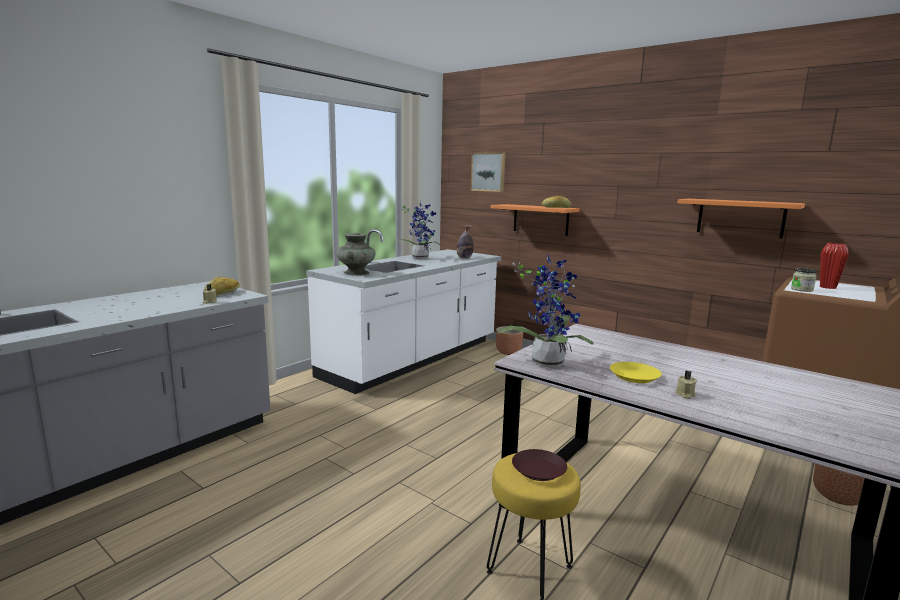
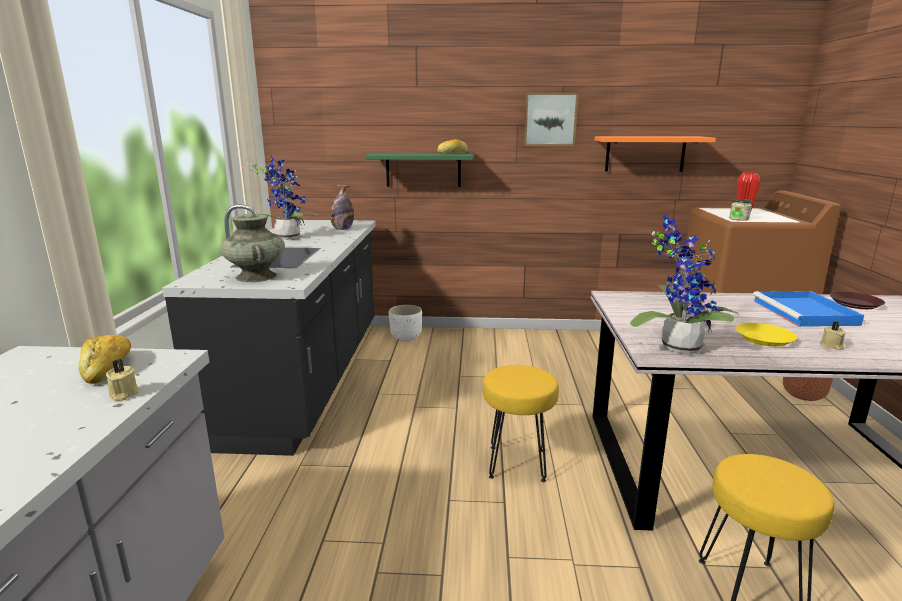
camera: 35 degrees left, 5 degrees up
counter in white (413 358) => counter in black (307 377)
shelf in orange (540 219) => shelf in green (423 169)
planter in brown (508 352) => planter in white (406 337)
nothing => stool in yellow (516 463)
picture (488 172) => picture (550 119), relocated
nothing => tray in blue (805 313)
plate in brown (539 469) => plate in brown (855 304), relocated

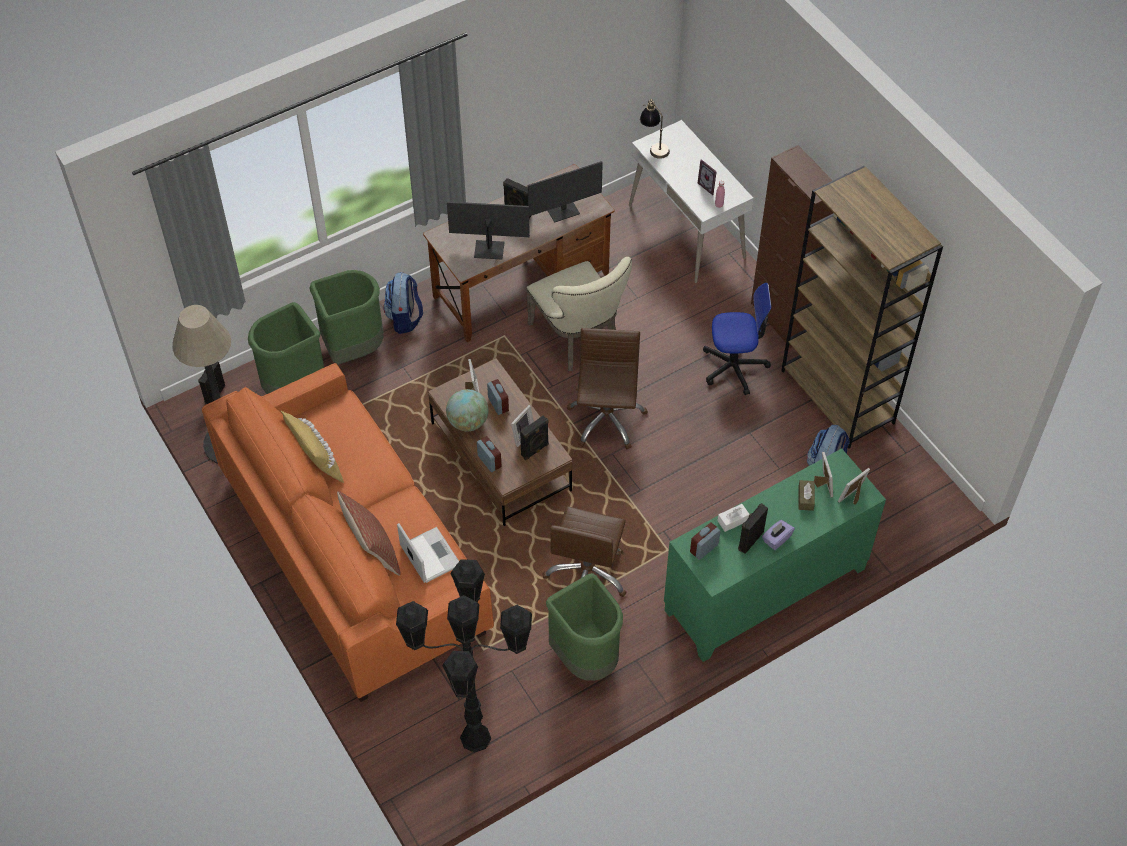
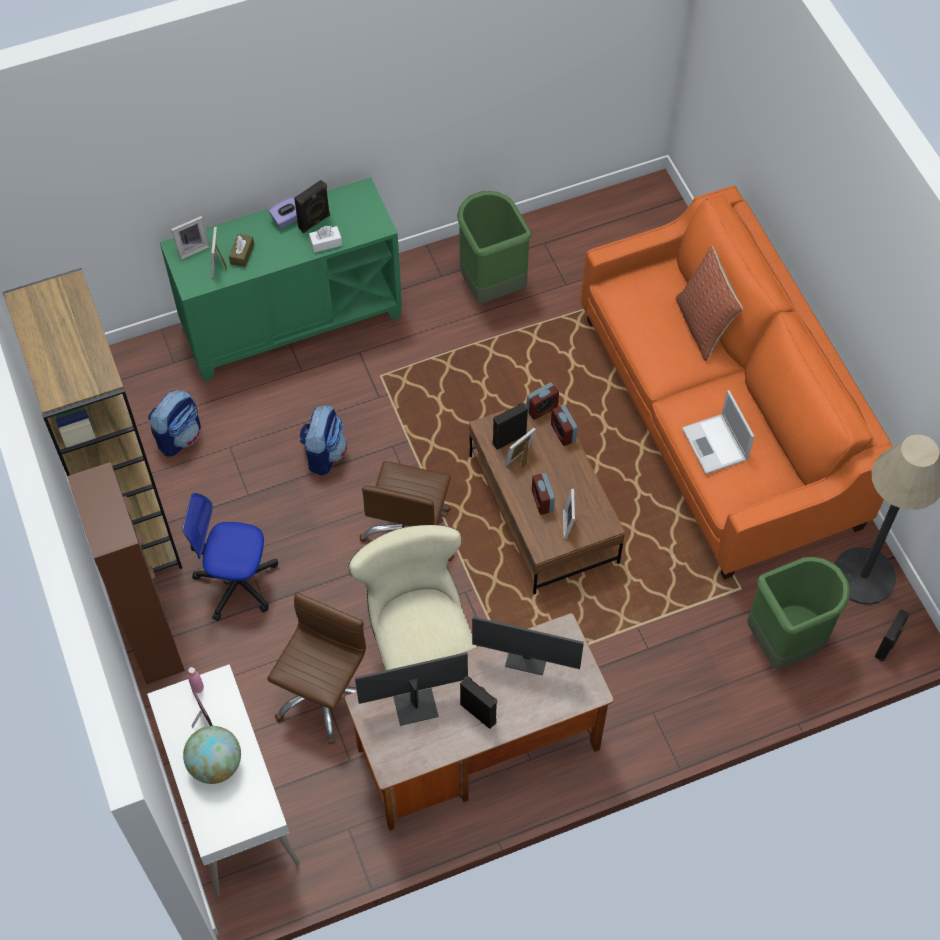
camera: 170 degrees left, 5 degrees up
globe (468 422) => globe (216 764), relocated
office chair in brown (587 575) => office chair in brown (323 695), relocated
backpack (405 318) => backpack (324 453), relocated
alarm clock (704 548) => alarm clock (542 409), relocated
laptop (429 554) => laptop (715 445), relocated
pillow in yellow (316 464) => nothing
trash can in green (353 349) => nothing
floor lamp in black (475 738) => nothing
table lamp (654 146) => nothing

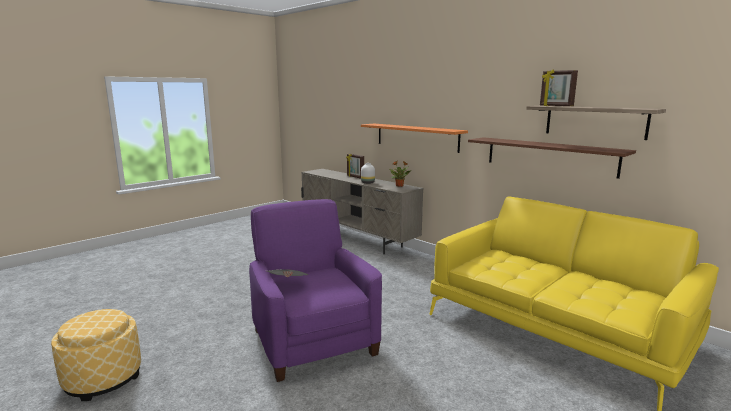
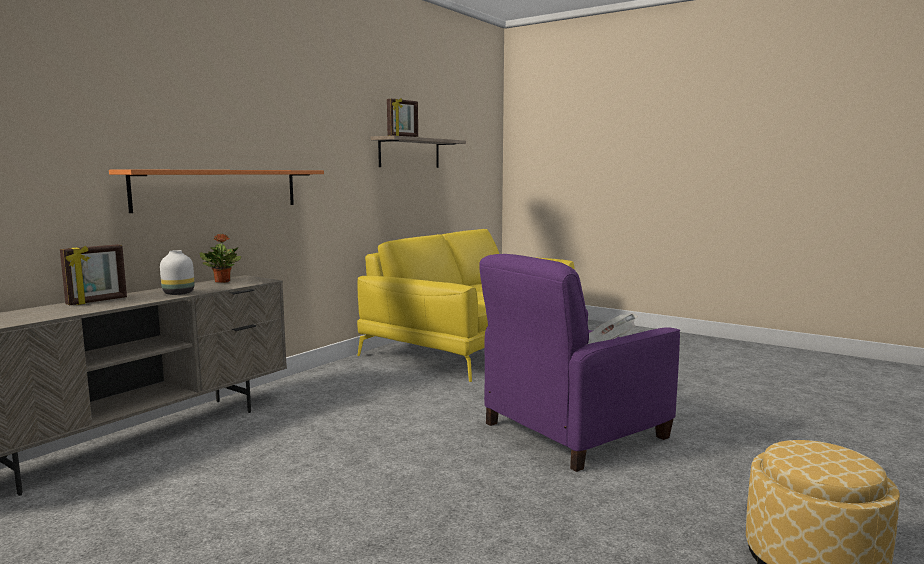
camera: 100 degrees left, 5 degrees down
shelf in brown (549 156) => nothing

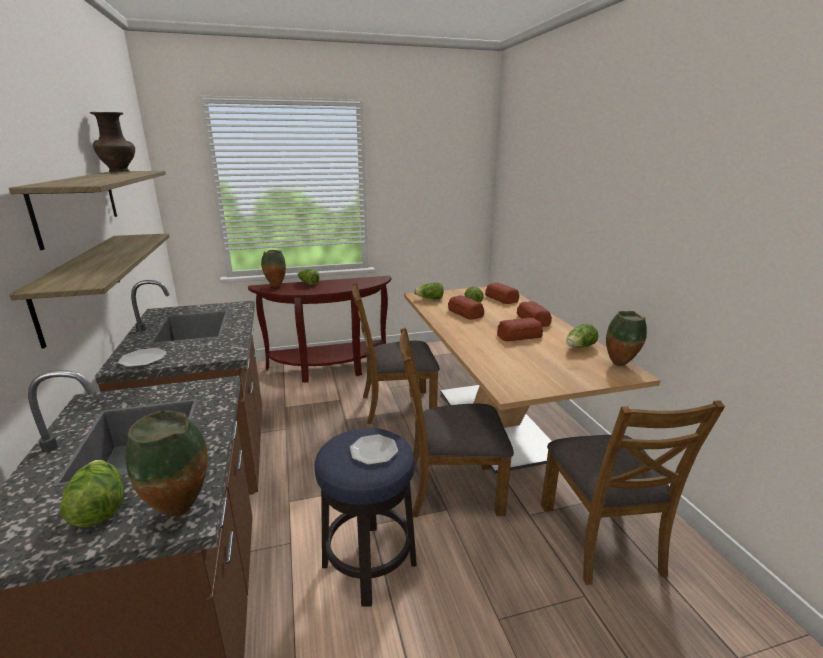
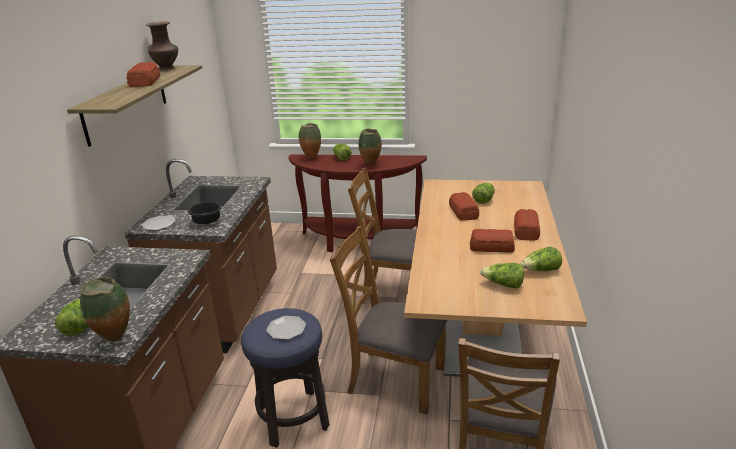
camera: 25 degrees right, 5 degrees up
bread (501 298) => bread (145 82), relocated
nothing => bowl in black (206 222)
vase (620 365) => vase (371 165), relocated
lettuce (430 299) => lettuce (503 285), relocated
shelf (80 283) => nothing

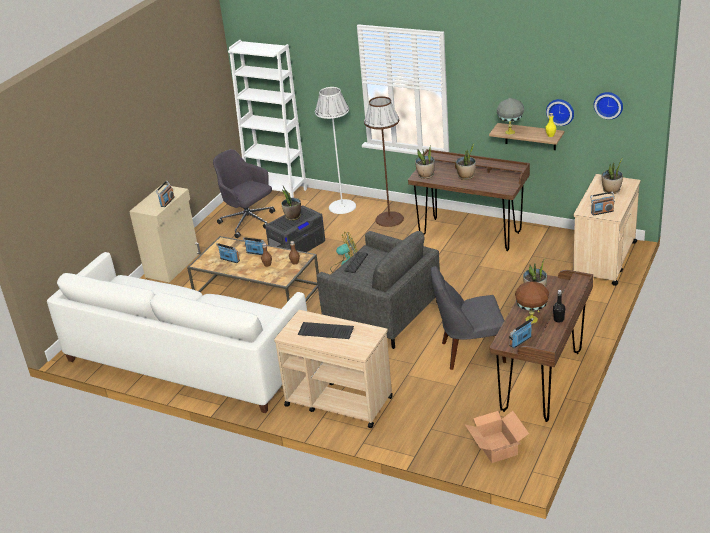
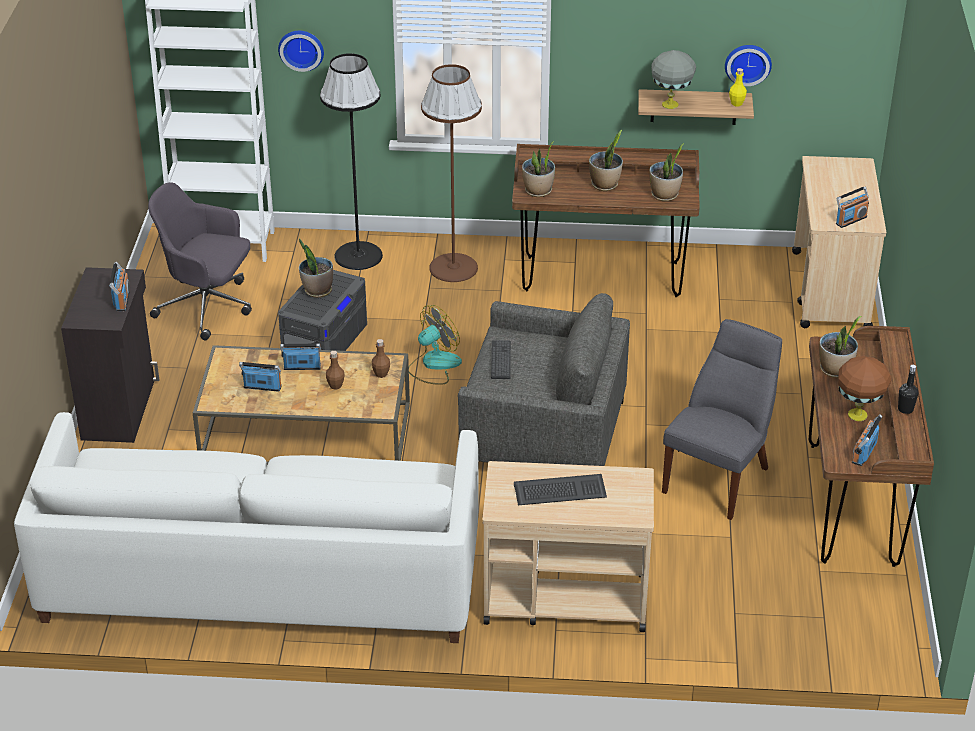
camera: 25 degrees left, 5 degrees up
cabinet in beige (173 265) => cabinet in black (120 409)
wall clock (608 104) => wall clock (301 49), relocated
floor lamp in white (342 206) => floor lamp in black (358 255)
potted plant (611 191) => potted plant (664 195), relocated
chair in grey (469 352) => chair in grey (719 477), 150 degrees clockwise
cardboard box (496 447) => nothing

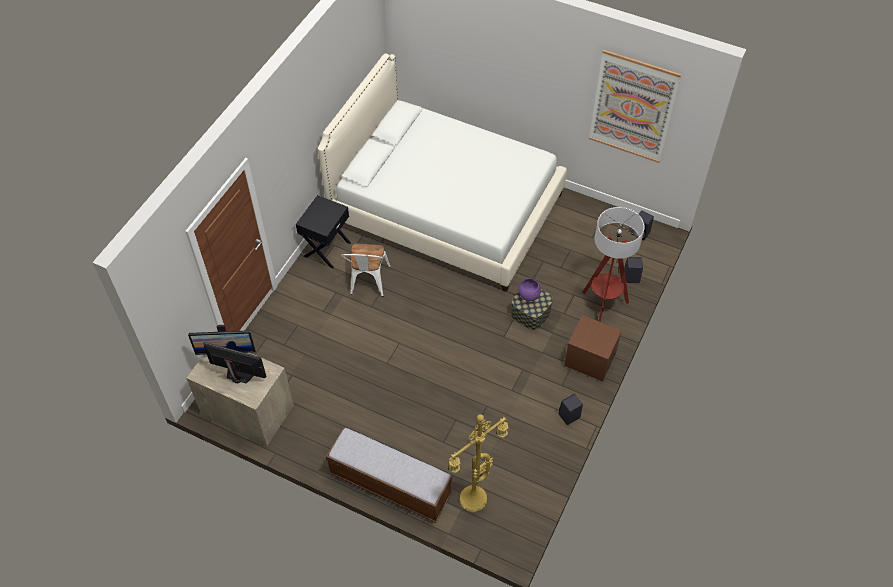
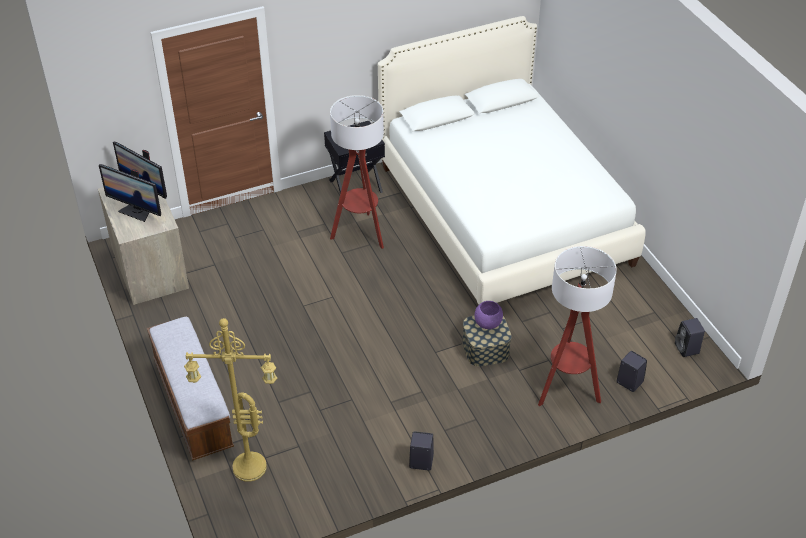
camera: 40 degrees right, 10 degrees down
monitor (238 376) => monitor (136 211), 150 degrees clockwise
chair in white (368 283) => floor lamp (360 233)
nightstand in brown (590 360) => nothing
picture (632 107) => nothing

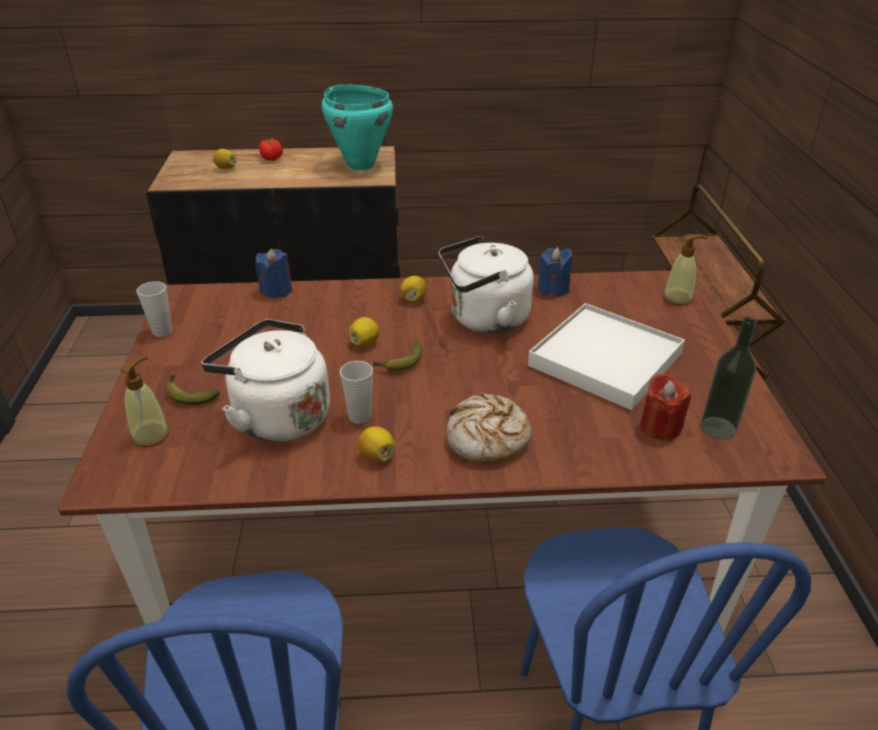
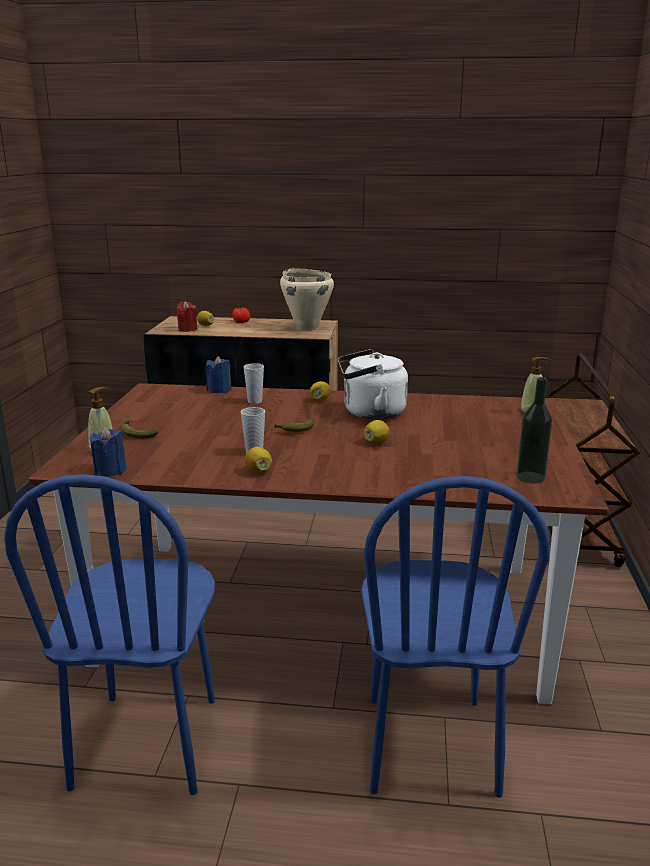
camera: 10 degrees right, 15 degrees down
candle in blue (553 289) => candle in blue (110 470), relocated
candle in red (660 427) => candle in red (187 329), relocated
cup (162 331) => cup (254 401), relocated
cooking pot in turquoise (360 165) => cooking pot in beige (307 328)
lemon (365 343) => lemon (376 442), relocated
kettle in white (276 416) => nothing
bread (487 439) => nothing
tray in white (605 359) => nothing

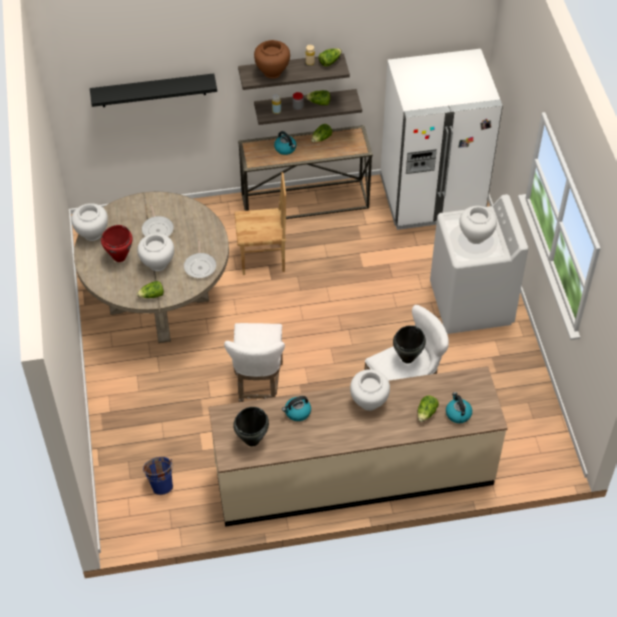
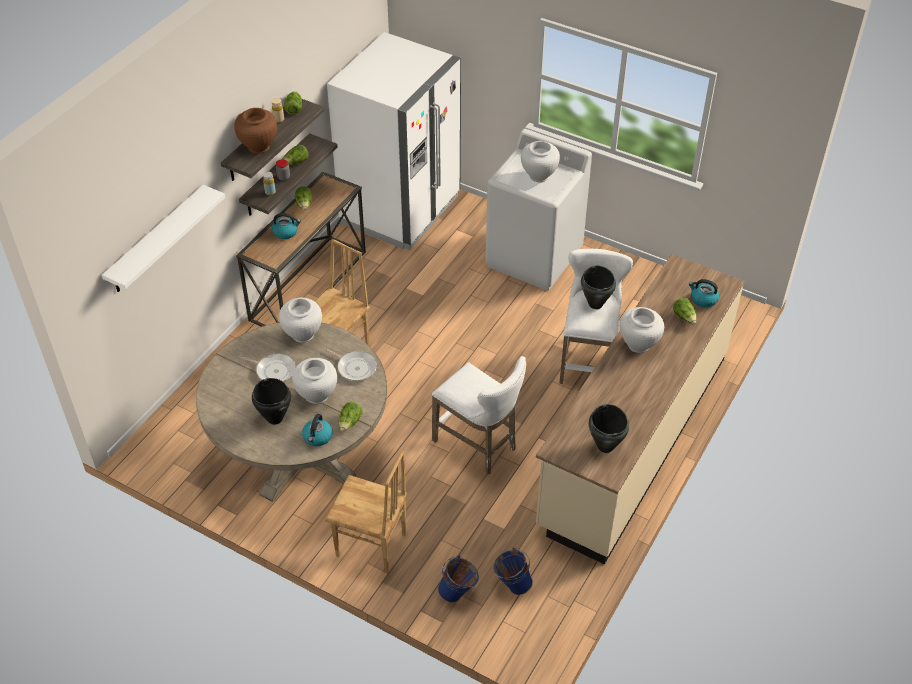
camera: 50 degrees left, 5 degrees down
shelf in black (153 90) => shelf in white (157 240)
cooking pot in red (119 257) => cooking pot in black (274 419)
vase in white (92 234) => vase in white (302 335), relocated
kettle (297 412) => kettle (317 437), relocated
nothing => chair in brown (371 546)
nothing => bucket in blue (458 593)

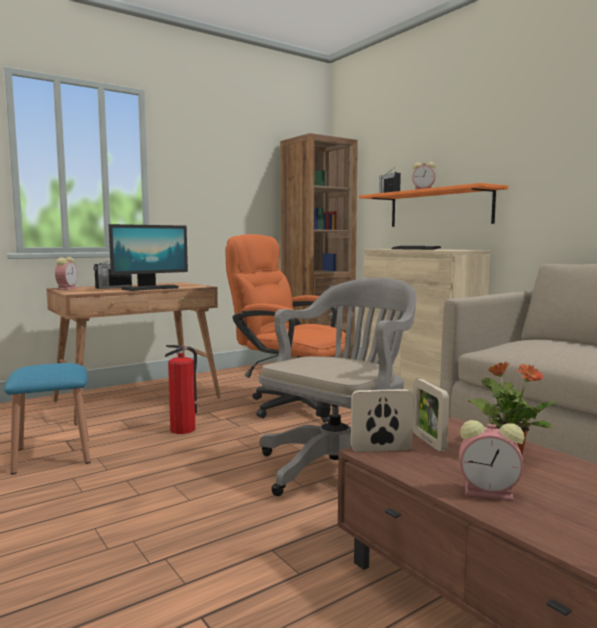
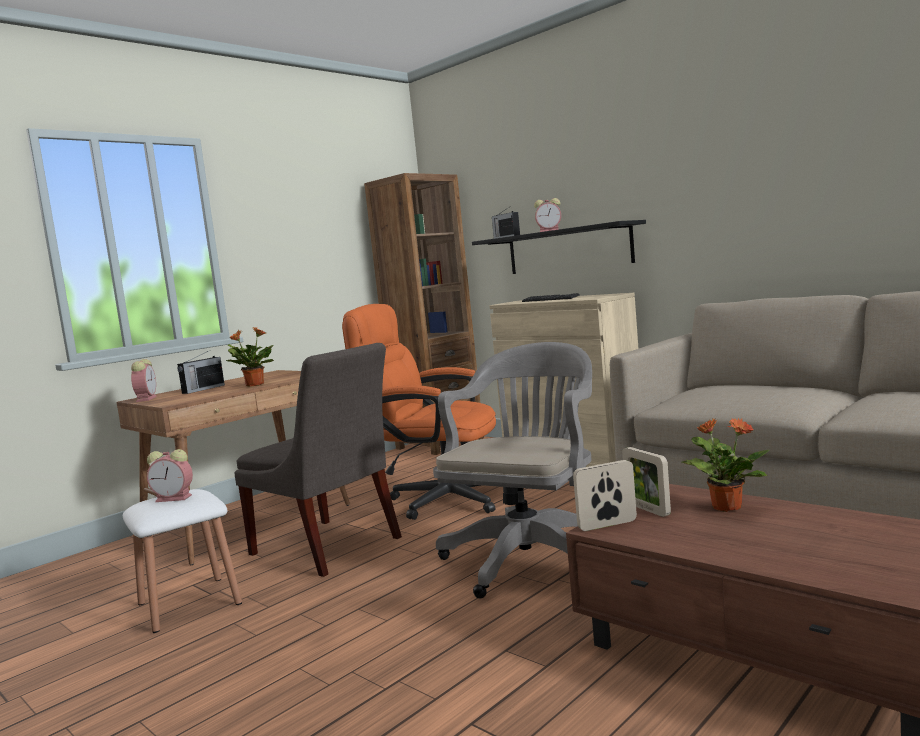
camera: 10 degrees left, 0 degrees up
stool in blue (52 455) => stool in white (189 603)
alarm clock (490 493) => alarm clock (175 498), relocated
monitor (151 288) => potted plant (254 385)
fire extinguisher (183 429) => chair in grey (329 547)
shelf in orange (439 208) => shelf in black (568 249)

